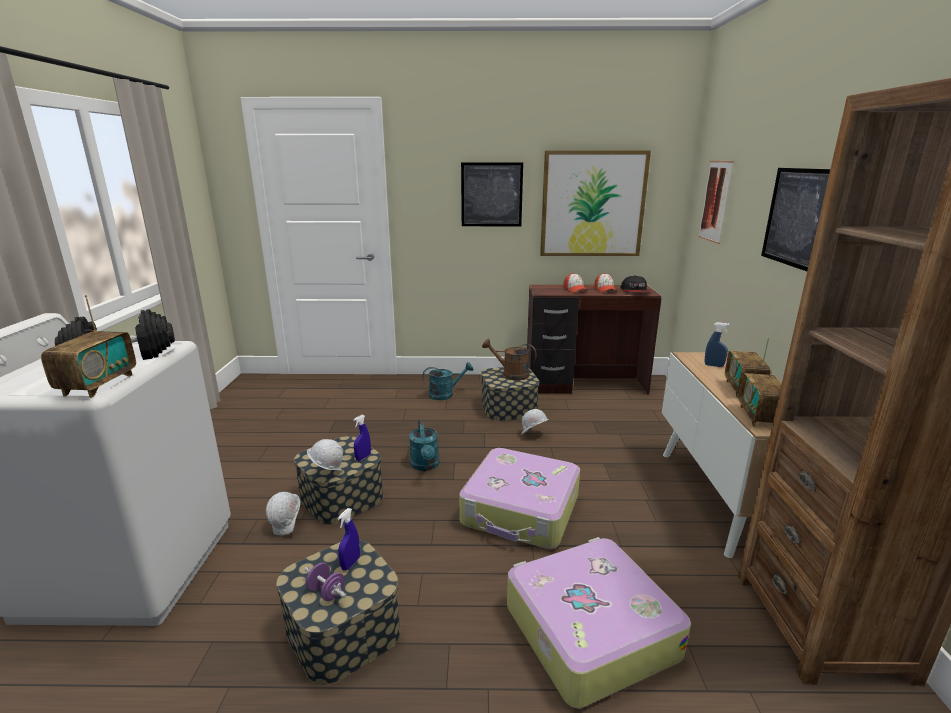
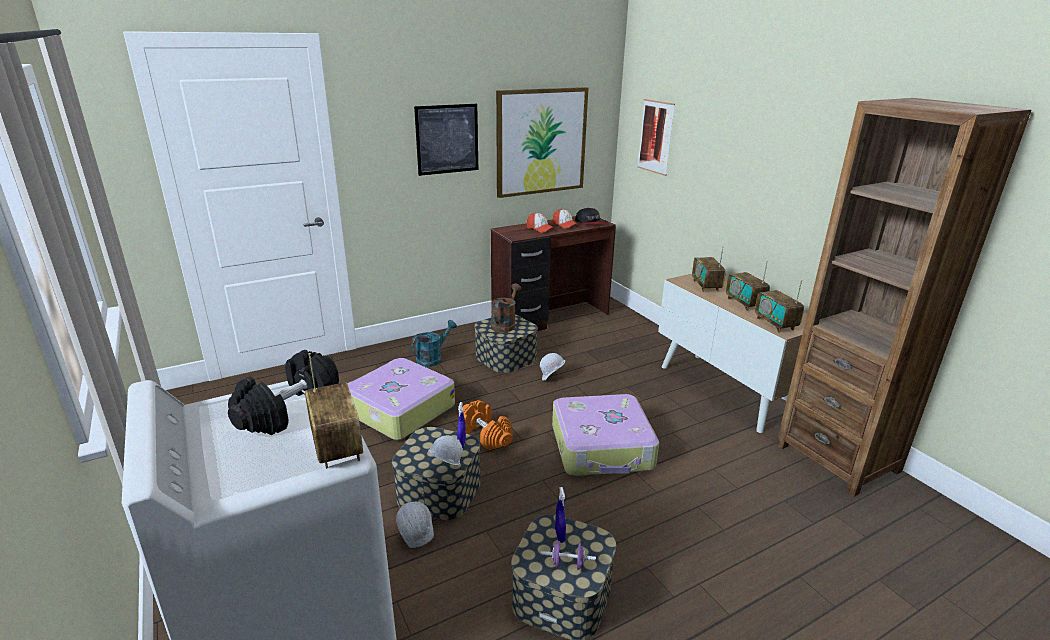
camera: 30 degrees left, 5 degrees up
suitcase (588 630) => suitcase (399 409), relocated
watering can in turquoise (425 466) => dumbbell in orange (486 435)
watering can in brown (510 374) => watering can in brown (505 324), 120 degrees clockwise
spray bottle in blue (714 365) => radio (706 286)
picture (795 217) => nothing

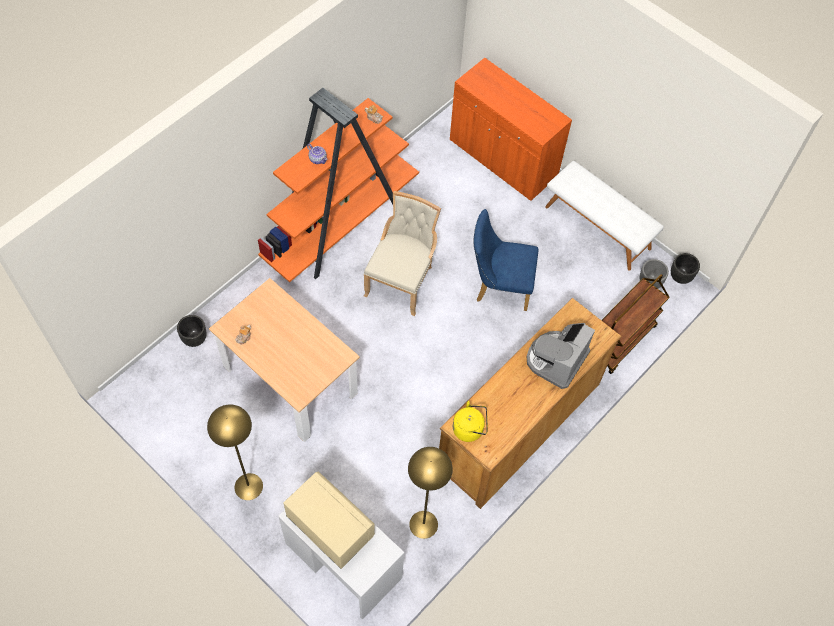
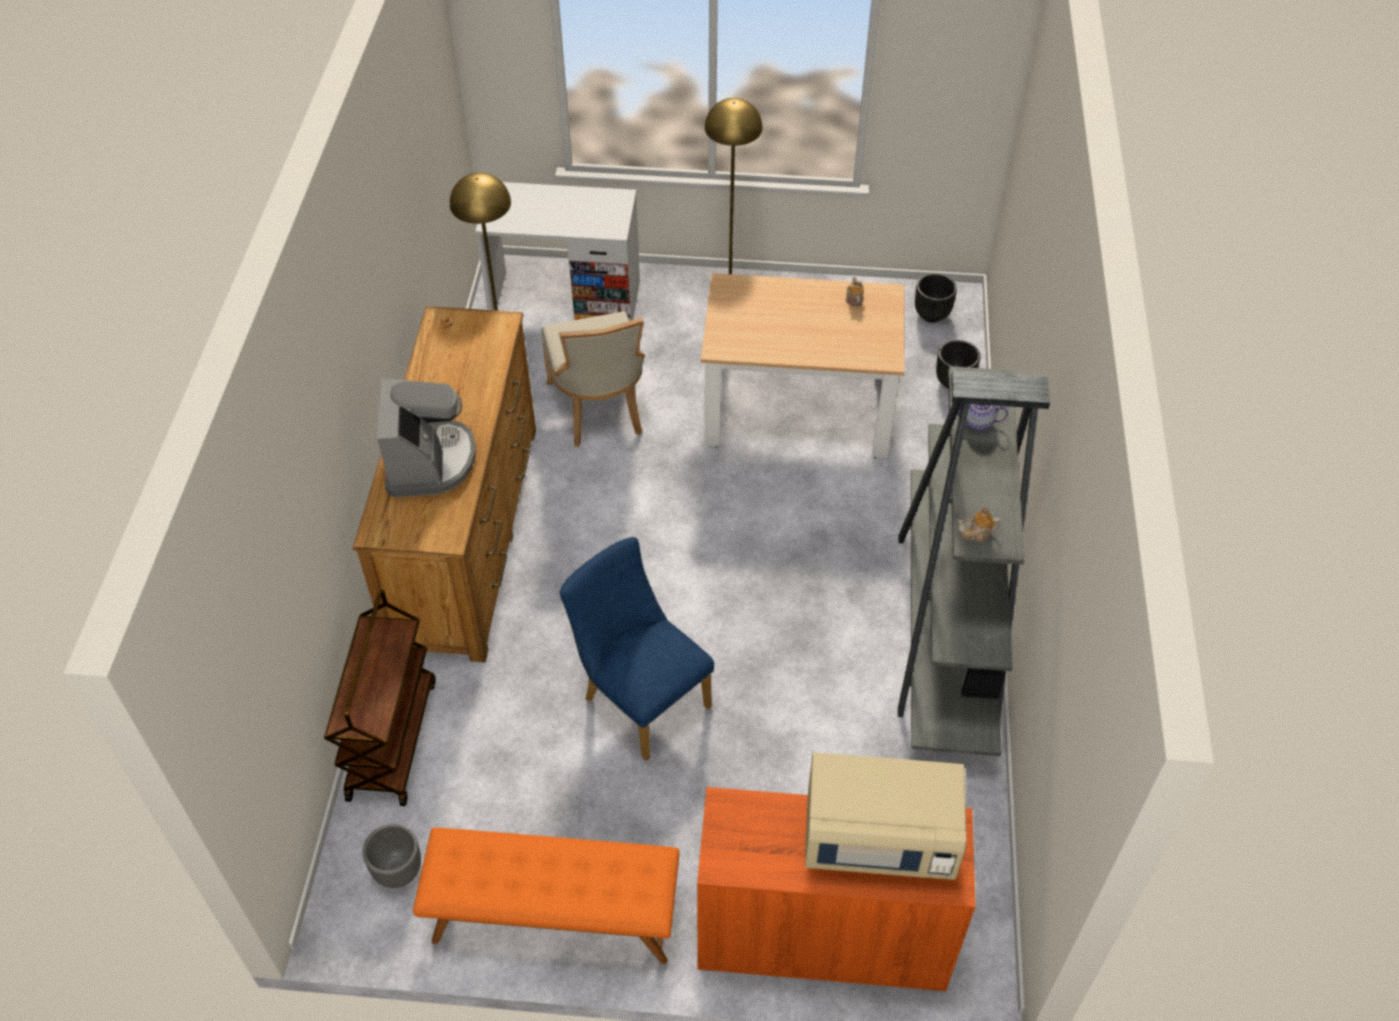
camera: 145 degrees right, 10 degrees down
bench in white (598 227) => bench in orange (554 917)
chair in beige (402 280) => chair in beige (599 410), relocated
chair in blue (499 286) => chair in blue (640 698), 105 degrees counterclockwise
microwave in beige (329 527) => microwave in beige (879 837), relocated
bookcase in orange (341 226) => bookcase in grey (947 629)
planter in black (680 277) => planter in black (932 315), relocated
kettle in yellow (470 429) => nothing

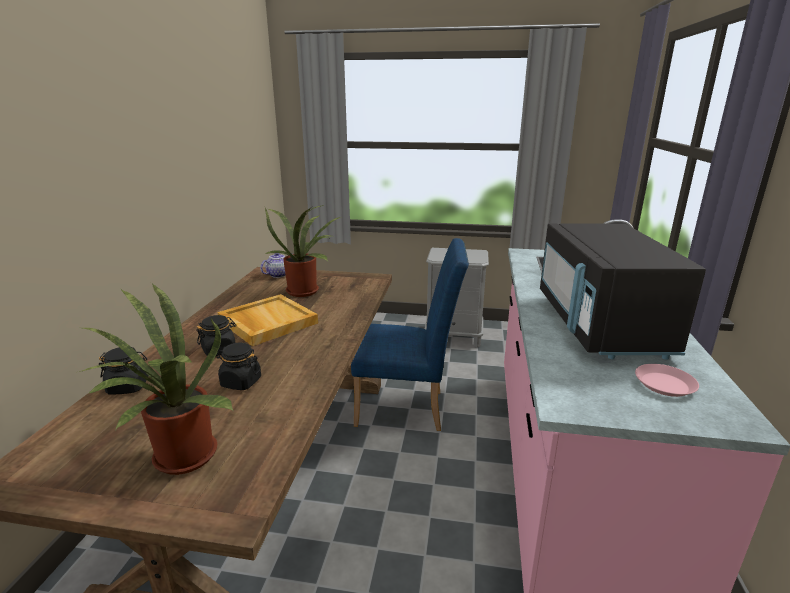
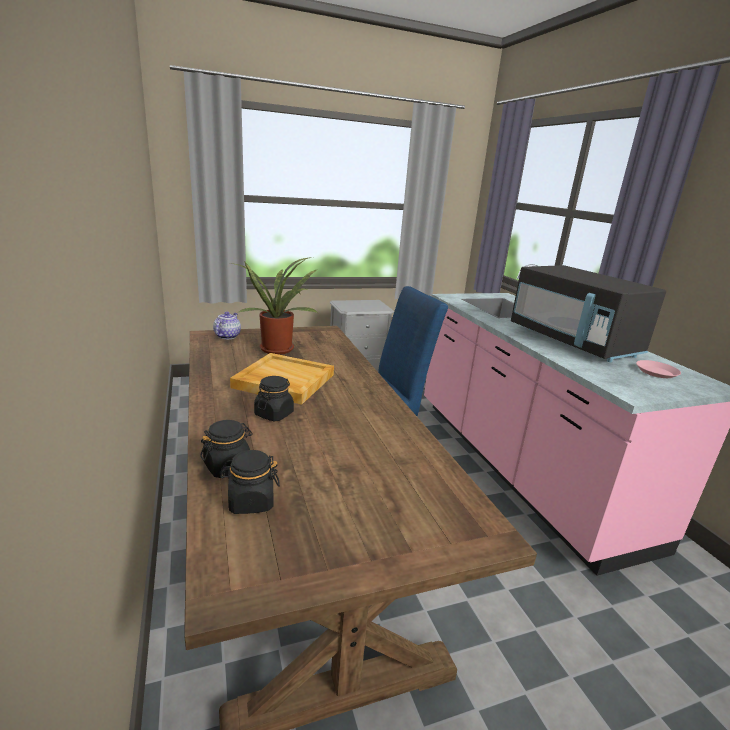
camera: 30 degrees left, 0 degrees up
jar in black (240 382) => jar in black (251 501), relocated
potted plant (179 459) => nothing

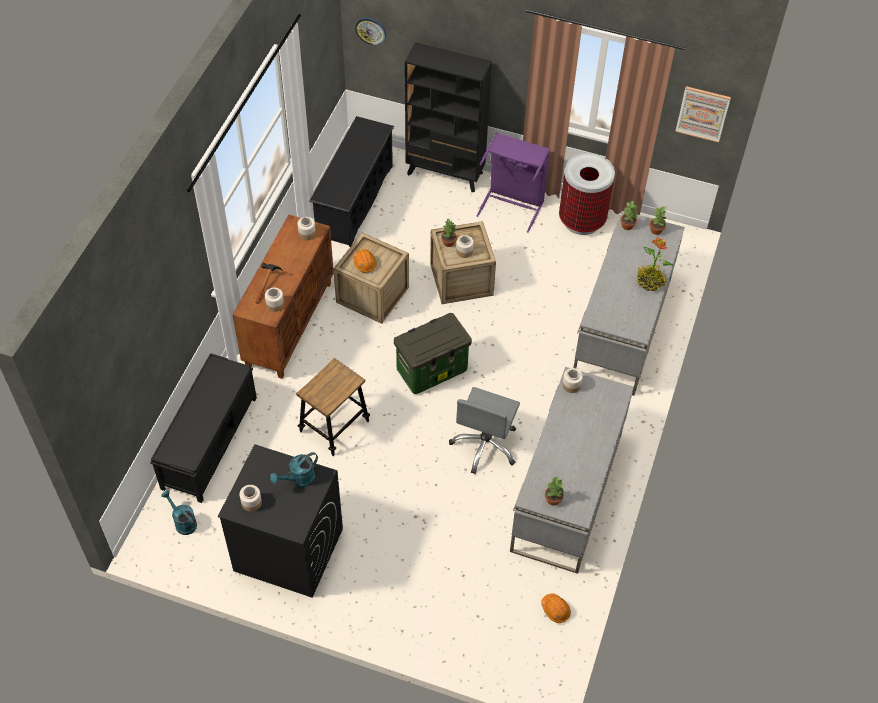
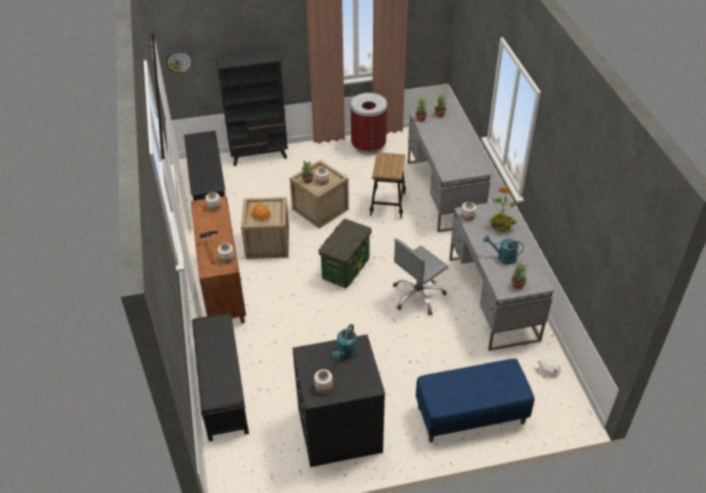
camera: 30 degrees left, 10 degrees down
stool (334 426) => stool (387 205), relocated
office chair in grey (485 445) => office chair in grey (418 296), 60 degrees clockwise
nothing => bench in blue (470 415)
watering can in turquoise (183 522) => watering can in turquoise (503 257), relocated
potted plant (650 282) => potted plant (501 226), relocated
hard hat in orange (555 610) => hard hat in white (547 370)
laundry basket in purple (512 204) => nothing
picture (702 113) => nothing

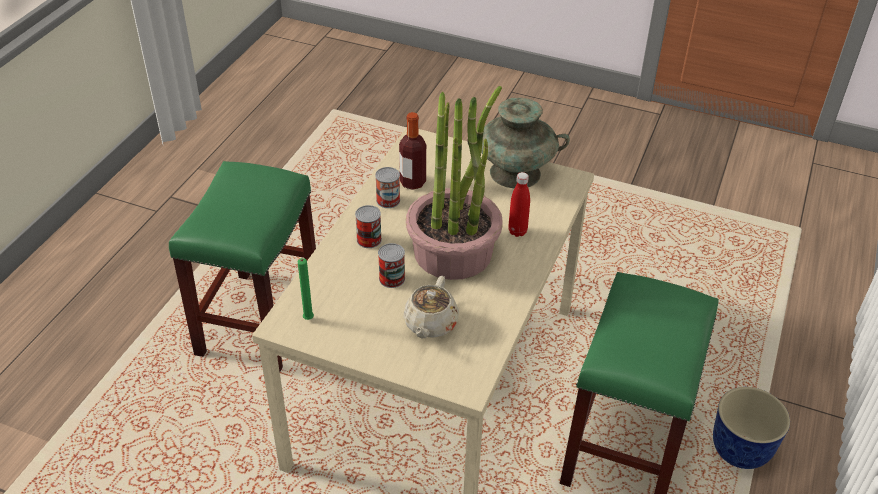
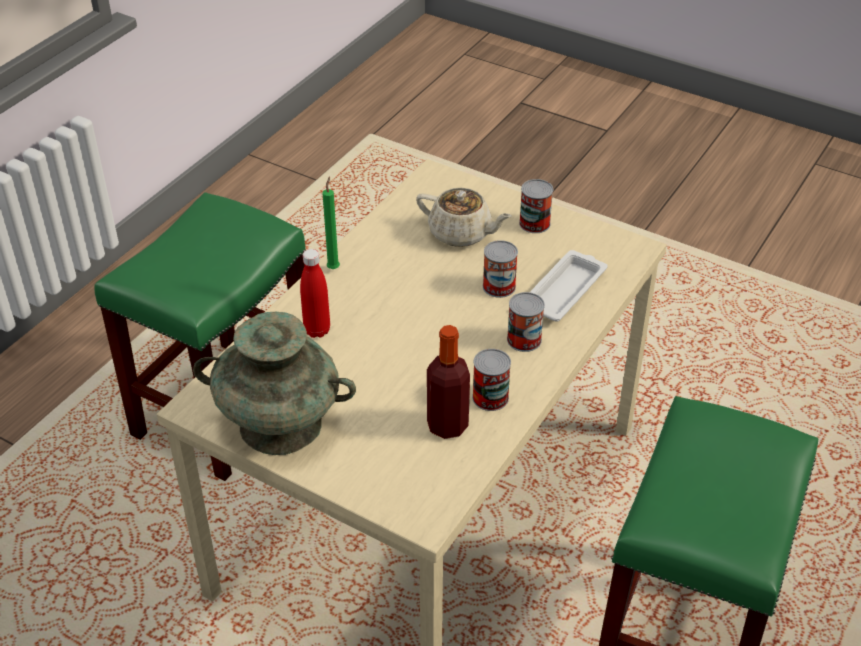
camera: 170 degrees left, 0 degrees up
candle in green (308 320) => candle in green (334 267), relocated
teapot in beige (430 324) => teapot in beige (461 233), 90 degrees clockwise
nothing => can (534 223)
nothing => tray in white (565 290)
potted plant (453 251) => nothing
planter (741 451) => nothing

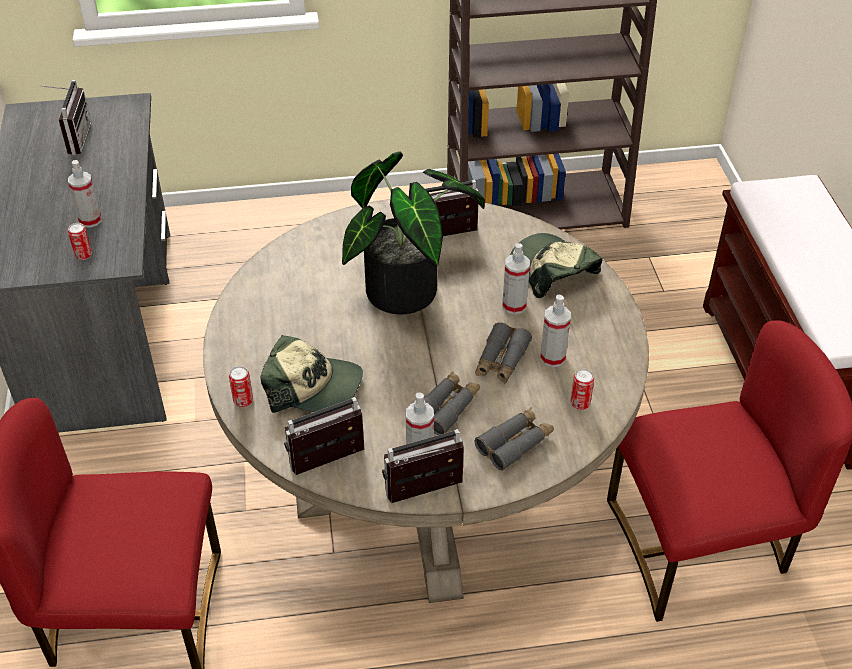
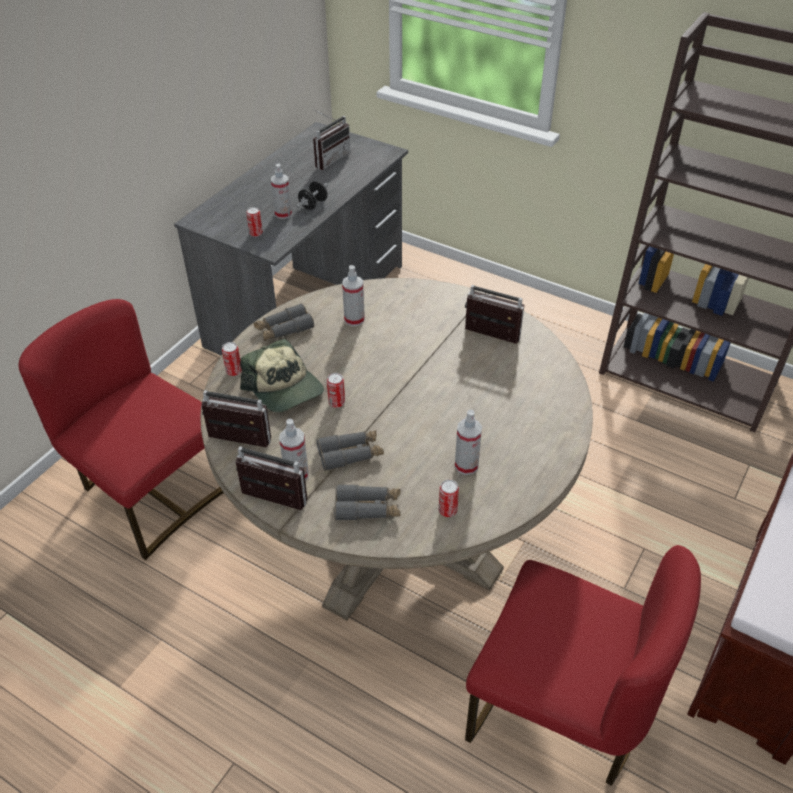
camera: 40 degrees right, 0 degrees up
binoculars in grey (501 360) => binoculars in grey (284 329), relocated
nothing => dumbbell in black (313 204)
nothing => can (336 403)
spray bottle (514 305) => spray bottle (354 319), relocated
potted plant (410 292) => nothing
cap (553 271) => nothing

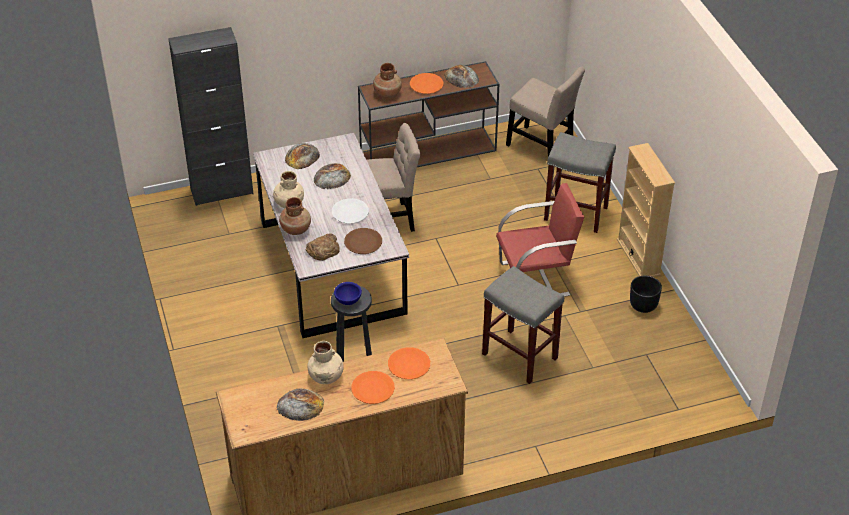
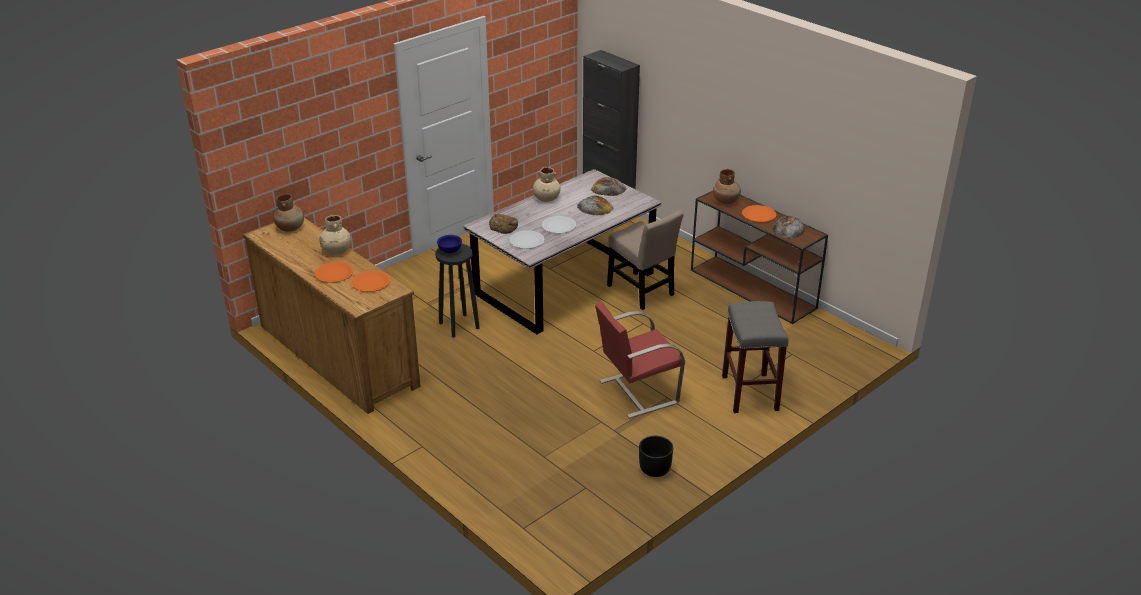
camera: 65 degrees right, 10 degrees down
vase in brown (295 229) => vase in brown (290 228), relocated
plate in brown (363 242) => plate in white (526 241)
chair in red (536 279) => chair in red (637 392), 105 degrees clockwise
bread (300 405) => nothing
stool in grey (521 356) => nothing
chair in beige (542 146) => nothing
bookcase in beige (638 257) => nothing

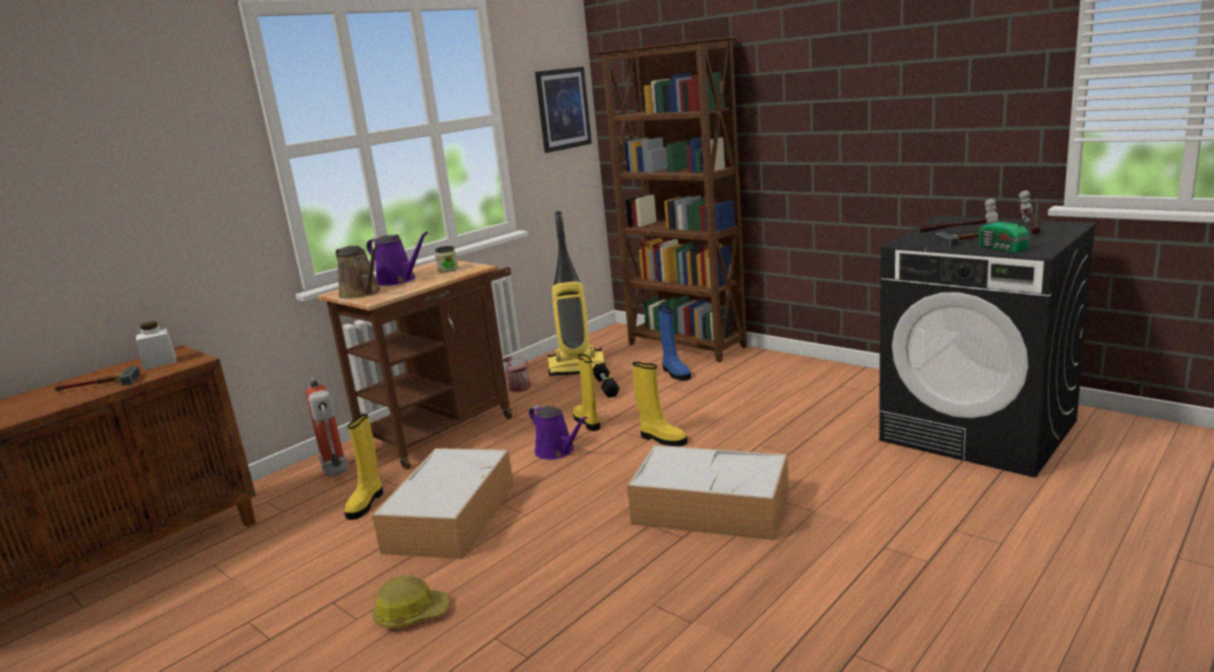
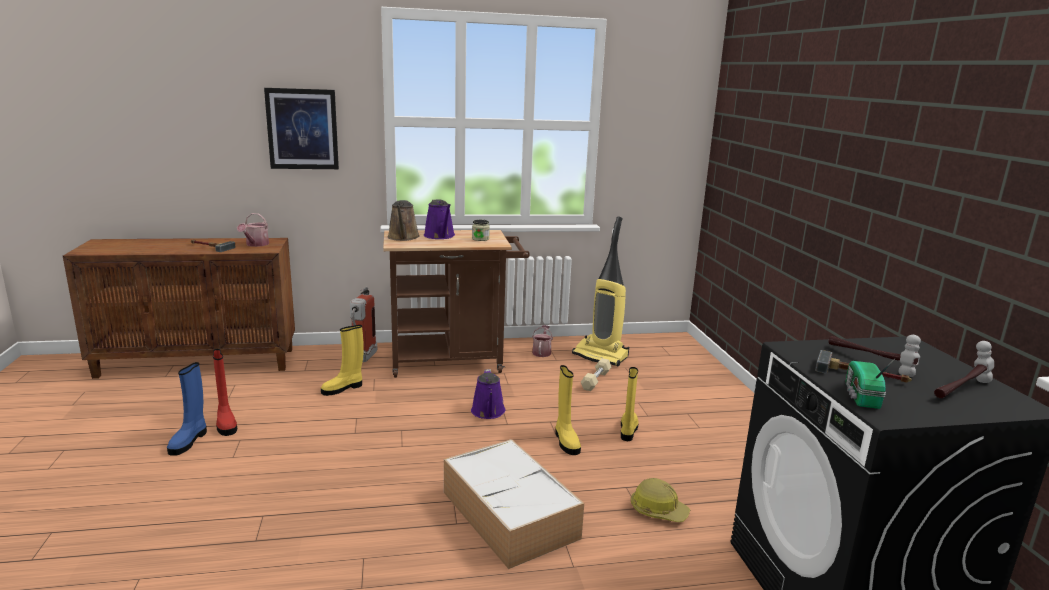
camera: 35 degrees right, 0 degrees up
boot in blue (675 373) => boot in blue (189 441), relocated
nothing => boot in red (226 423)
jar in white (160 363) => watering can (255 244)
picture (563 109) => picture (302 129), relocated
dumbbell in black (606 387) => dumbbell in beige (596 380)
boot in yellow (588 422) => boot in yellow (628 430), relocated
hard hat (411 614) => hard hat (658 510), relocated
storage box (451 516) => nothing
bookcase in brown (686 346) => nothing

